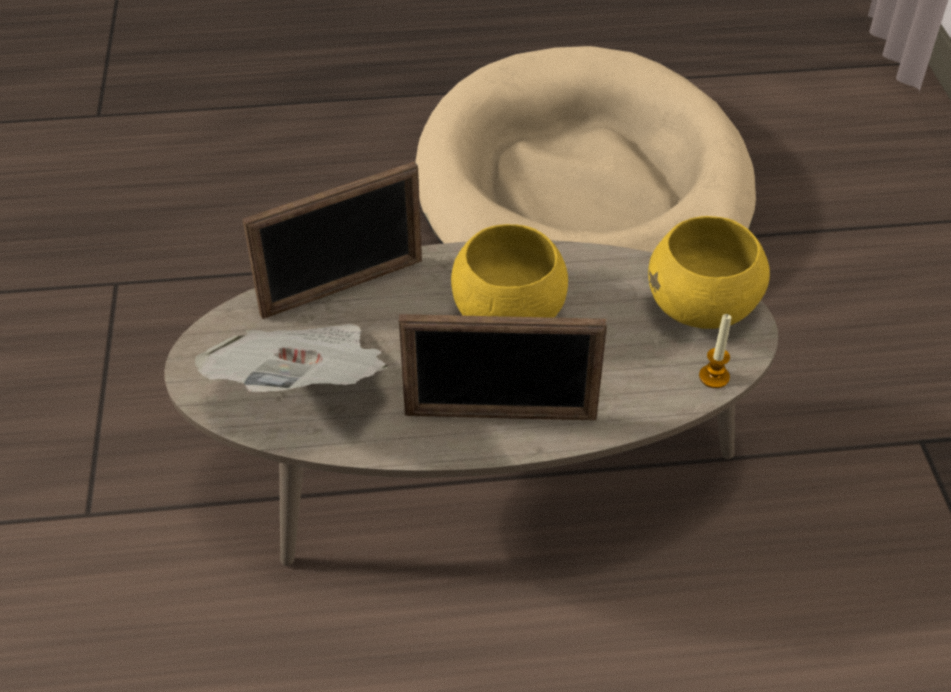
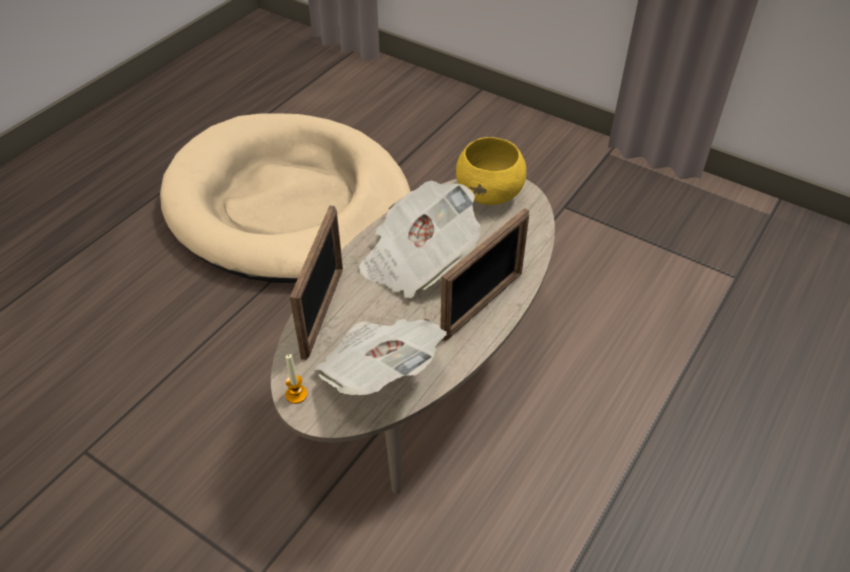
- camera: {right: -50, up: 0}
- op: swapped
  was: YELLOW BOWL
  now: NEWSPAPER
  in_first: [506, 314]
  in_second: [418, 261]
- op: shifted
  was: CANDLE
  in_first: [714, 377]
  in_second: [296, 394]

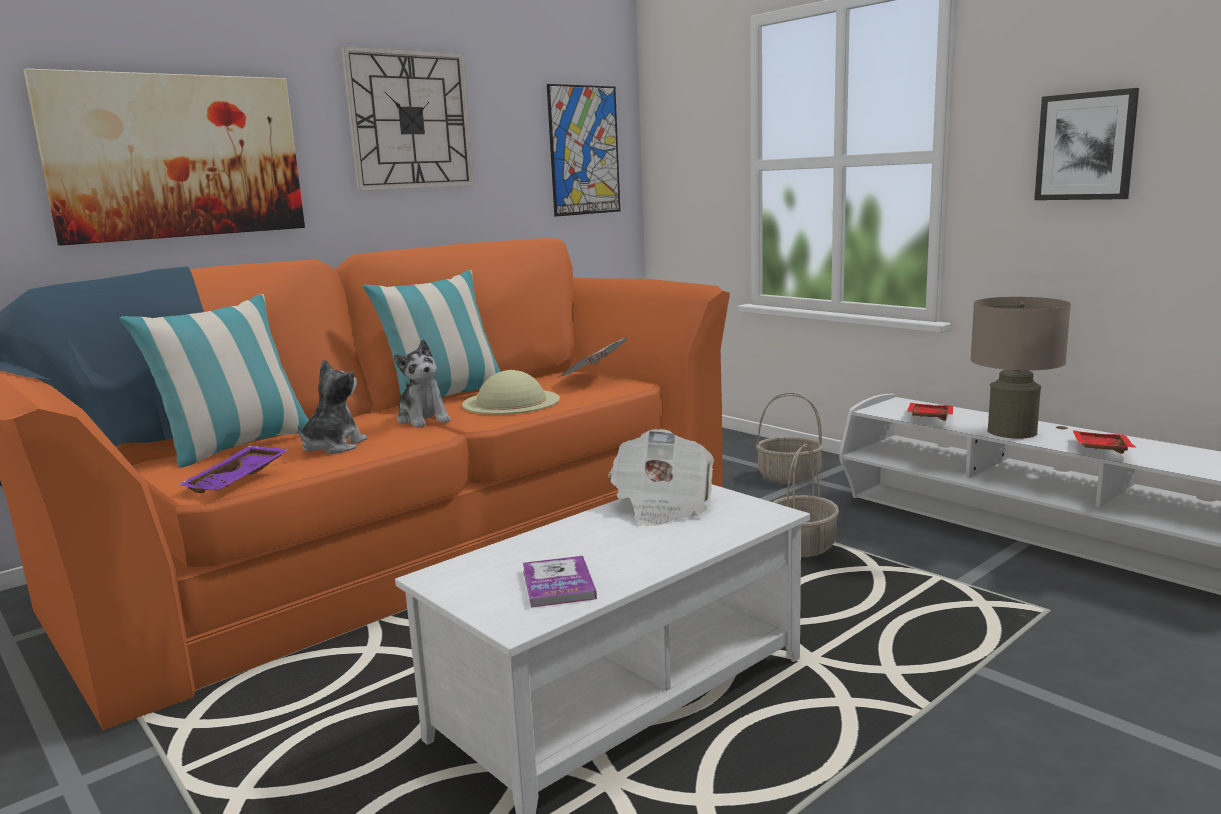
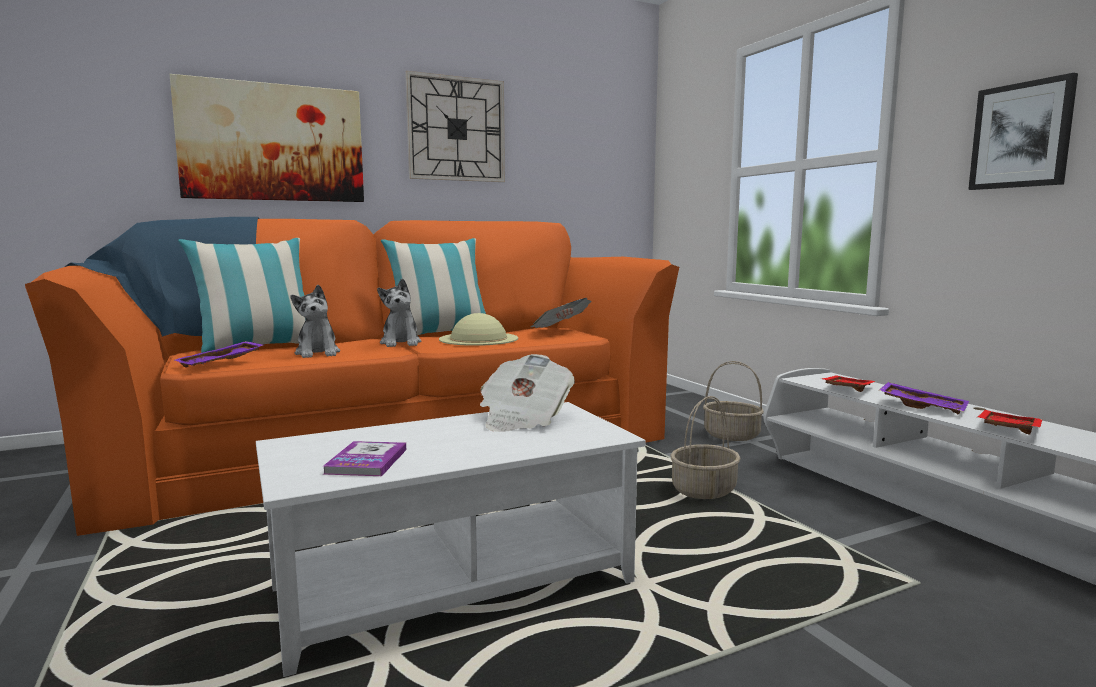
- camera: {right: 15, up: -5}
- op: gone
  was: PICTURE
  in_first: [584, 150]
- op: swapped
  was: BEIGE TABLE LAMP
  now: PURPLE TRAY
  in_first: [1012, 431]
  in_second: [922, 406]
- op: rotated
  was: PLUSH TOY
  in_first: [333, 447]
  in_second: [318, 353]
  clockwise: 120

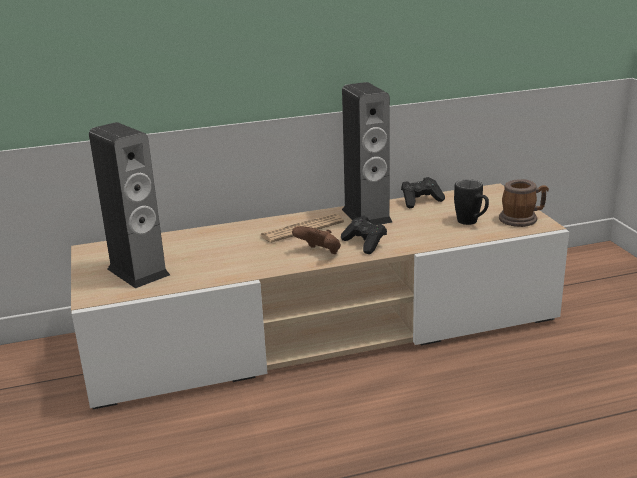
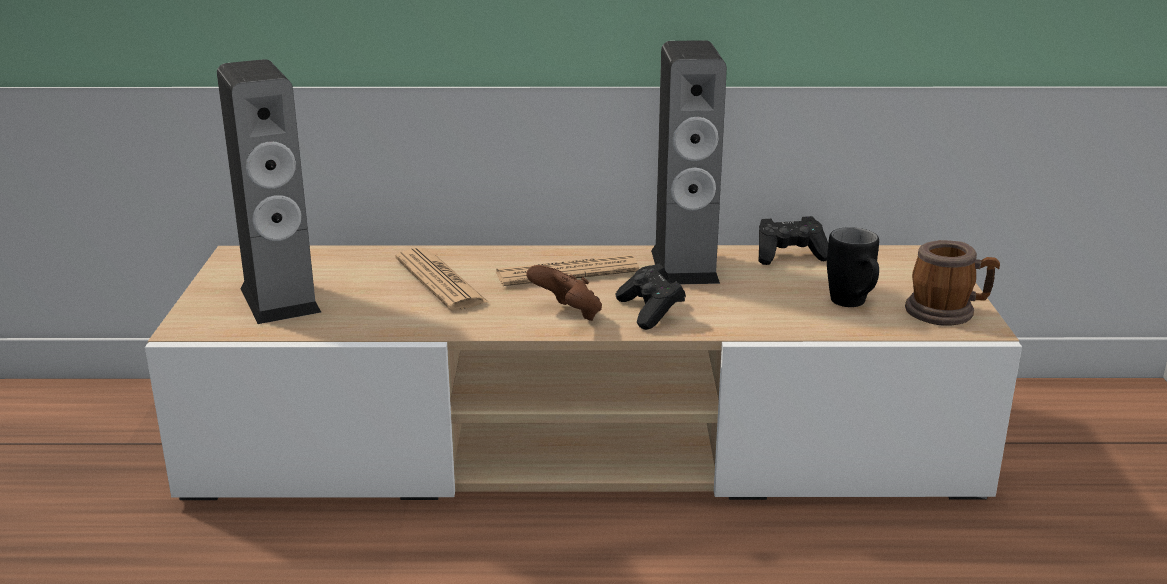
- camera: {right: 15, up: 0}
- op: new
  now: NEWSPAPER
  in_second: [440, 281]

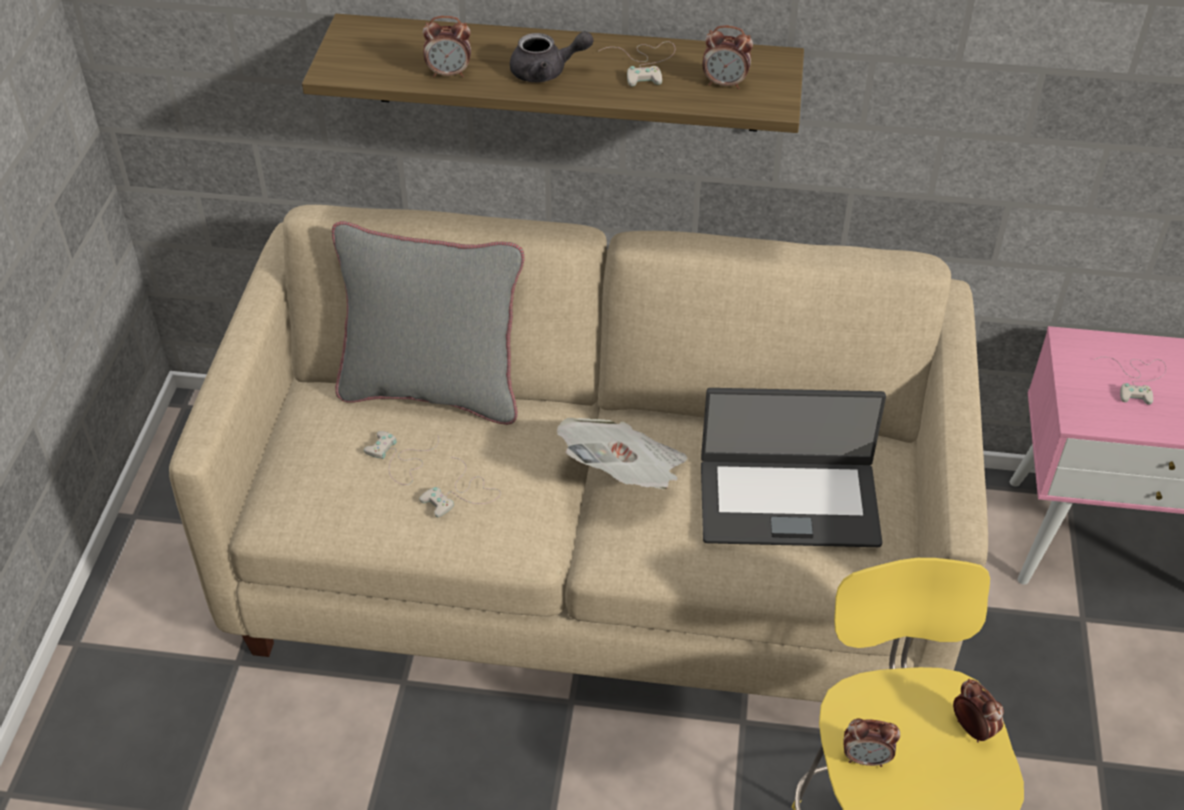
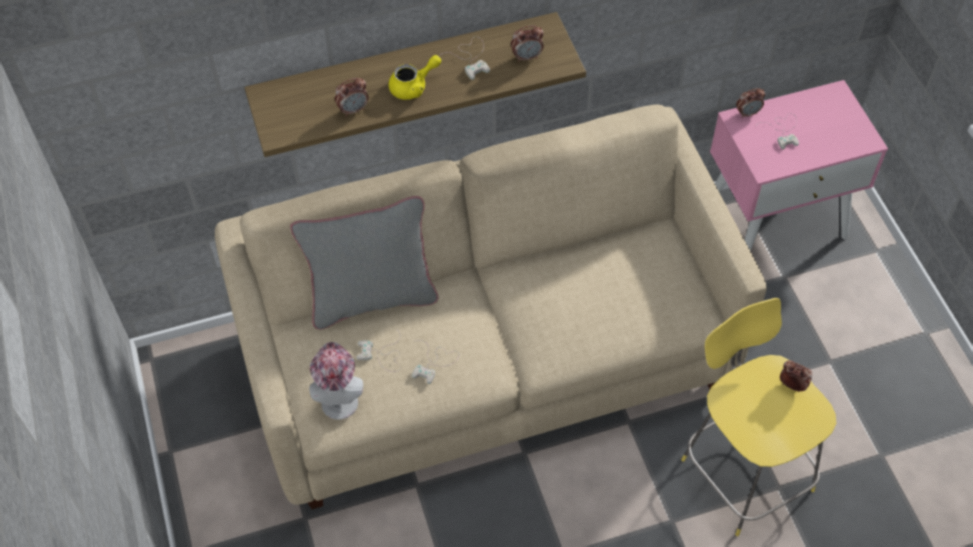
- camera: {right: -25, up: 10}
- op: repainted
  was: GREY TEAPOT
  now: YELLOW TEAPOT
  in_first: [546, 72]
  in_second: [413, 87]
- op: gone
  was: LAPTOP
  in_first: [788, 501]
- op: gone
  was: NEWSPAPER
  in_first: [625, 474]
- op: shifted
  was: ALARM CLOCK
  in_first: [866, 758]
  in_second: [747, 113]
- op: new
  now: HAT
  in_second: [339, 398]

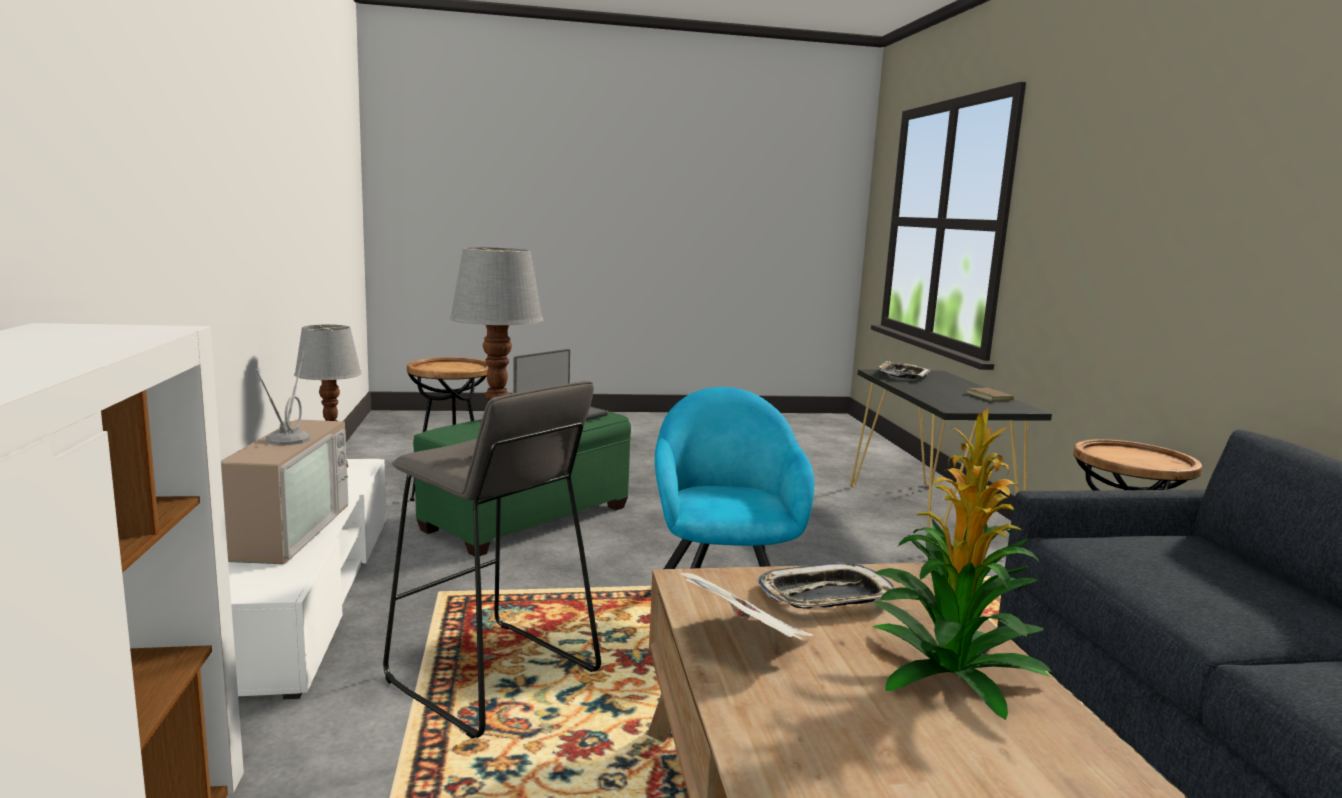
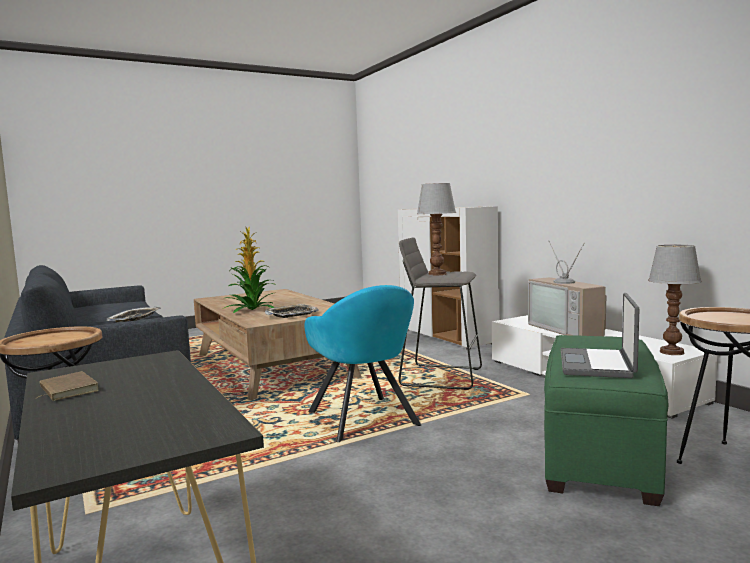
- camera: {right: 160, up: -5}
- op: shifted
  was: TRAY
  in_first: [902, 375]
  in_second: [135, 318]
- op: gone
  was: NEWSPAPER
  in_first: [746, 641]

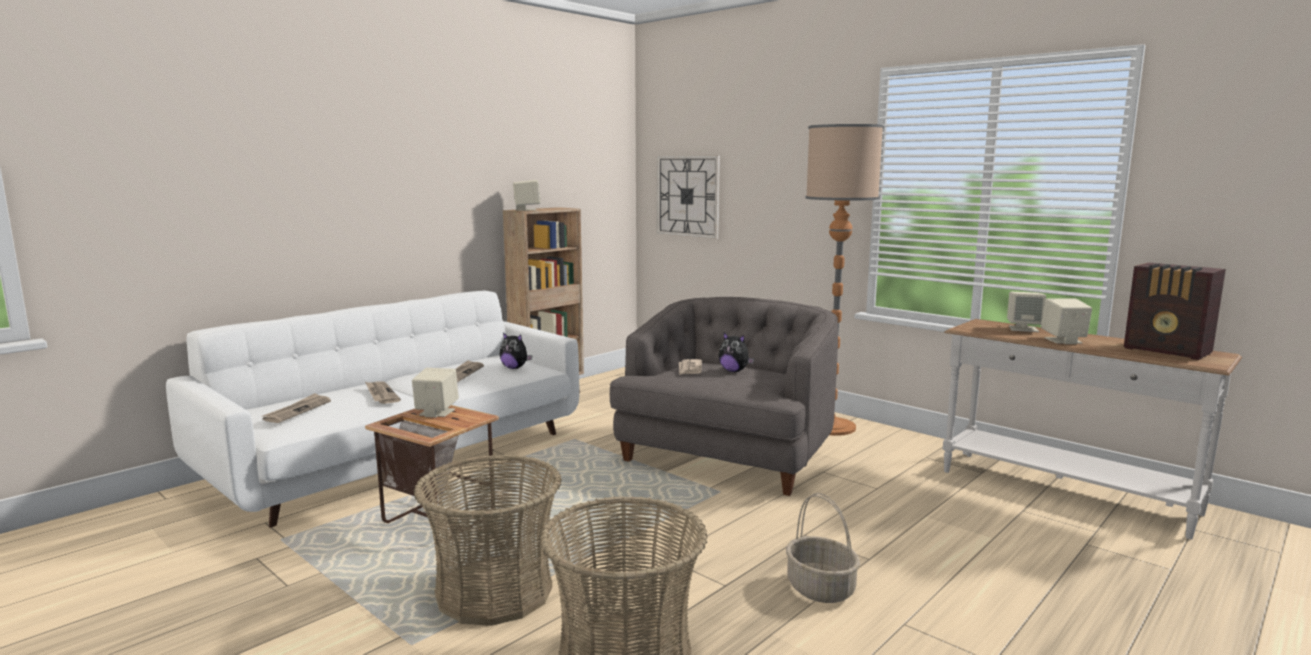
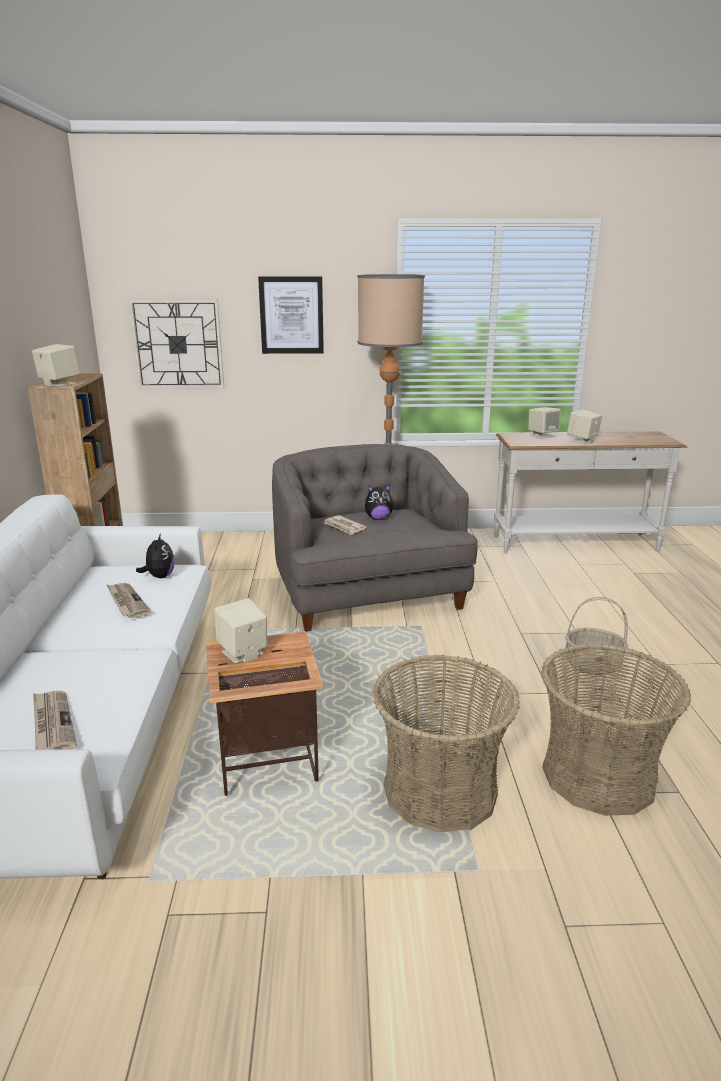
- camera: {right: -45, up: 10}
- op: gone
  was: RADIO
  in_first: [1168, 351]
- op: rotated
  was: PLUSH TOY
  in_first: [515, 368]
  in_second: [159, 576]
  clockwise: -75
- op: gone
  was: NEWSPAPER
  in_first: [381, 394]
- op: new
  now: PICTURE
  in_second: [291, 315]

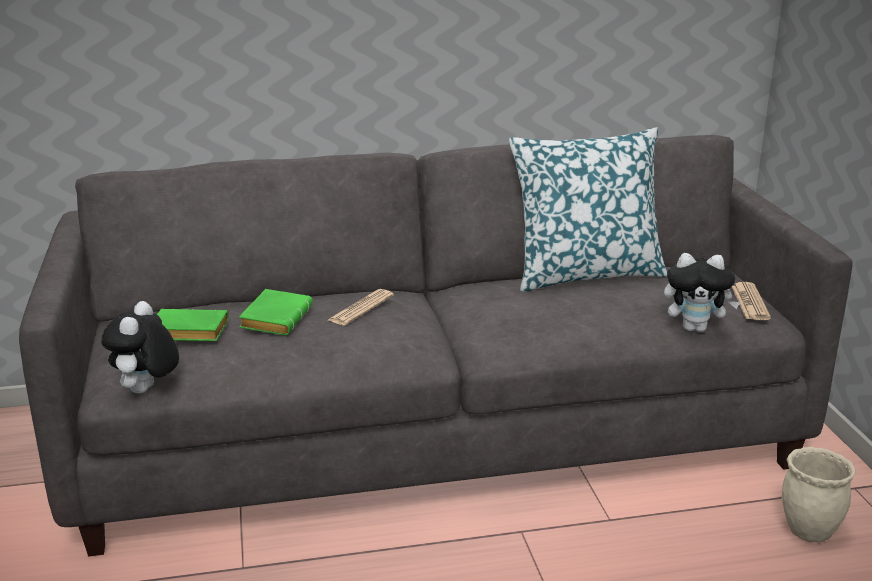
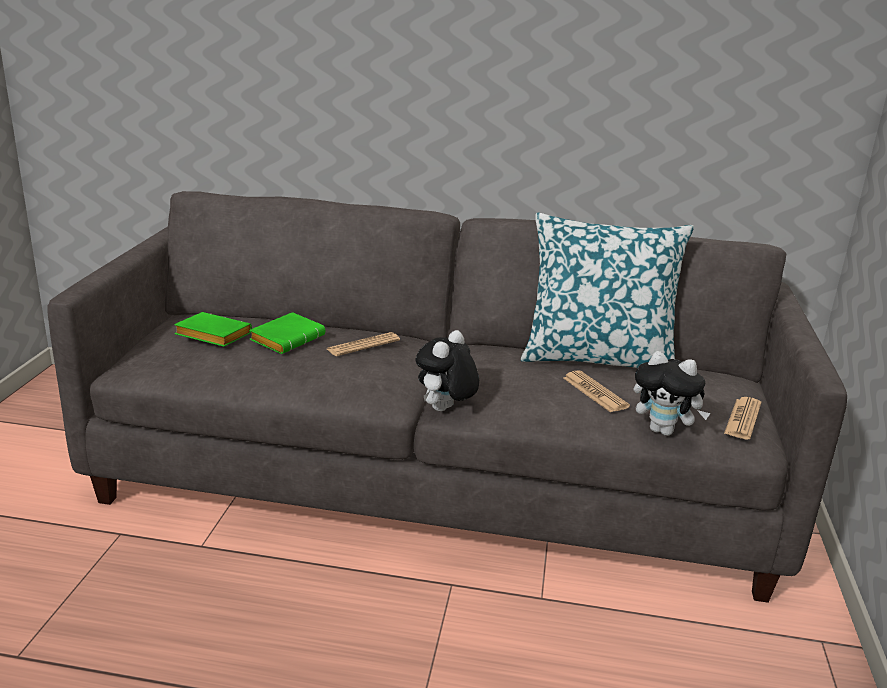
- camera: {right: 20, up: 0}
- op: shifted
  was: PLUSH TOY
  in_first: [146, 391]
  in_second: [445, 410]
- op: gone
  was: BEIGE PLANTER
  in_first: [810, 531]
- op: new
  now: NEWSPAPER
  in_second: [595, 392]

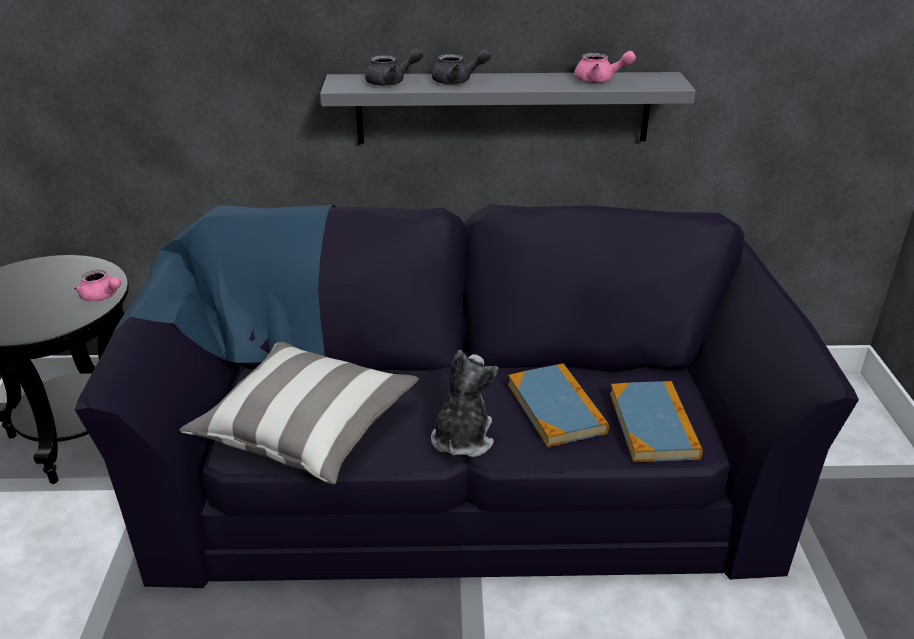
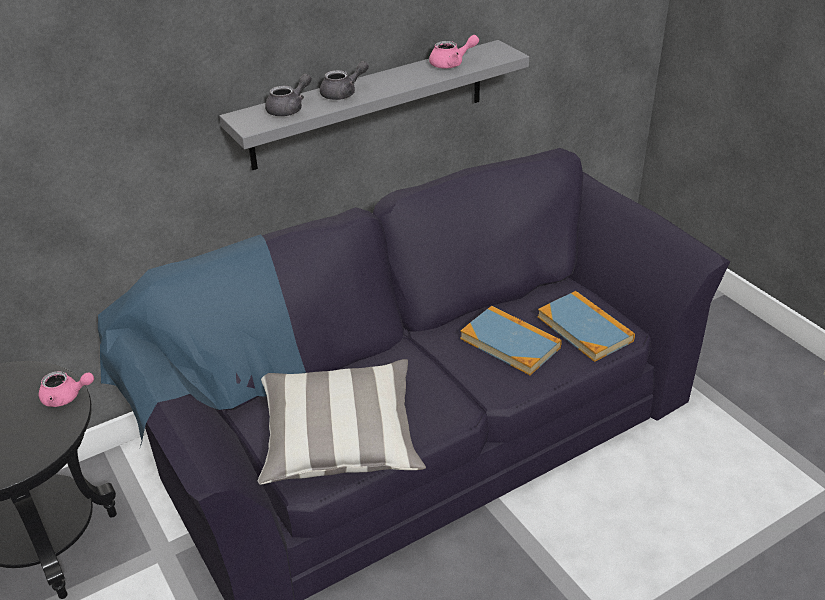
- camera: {right: -30, up: 5}
- op: gone
  was: PLUSH TOY
  in_first: [462, 438]

